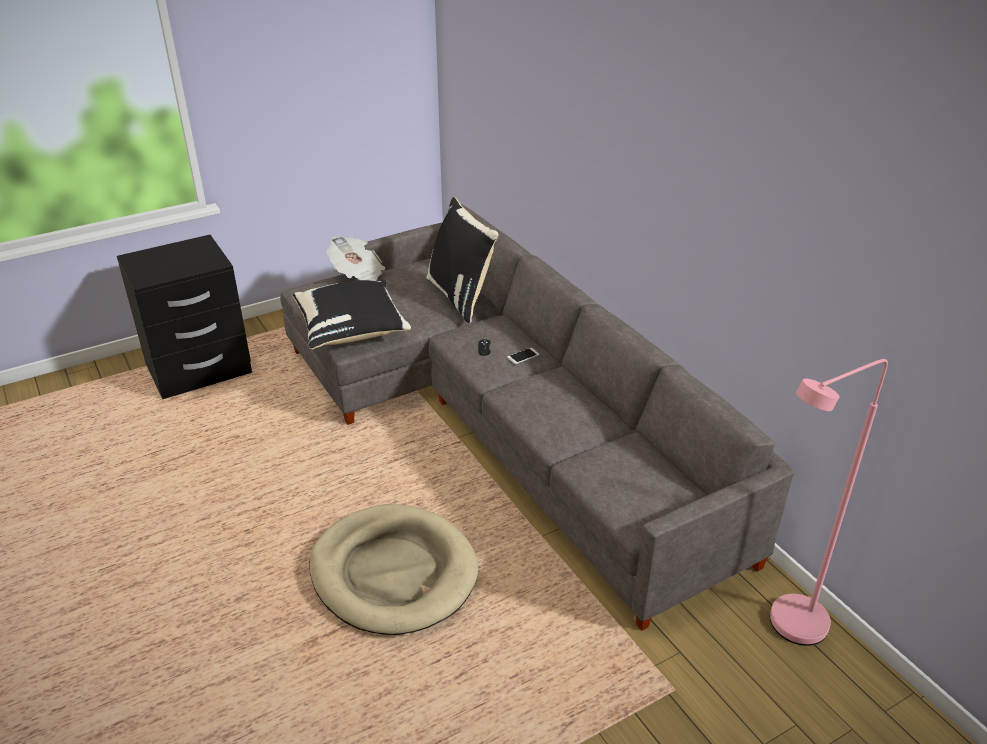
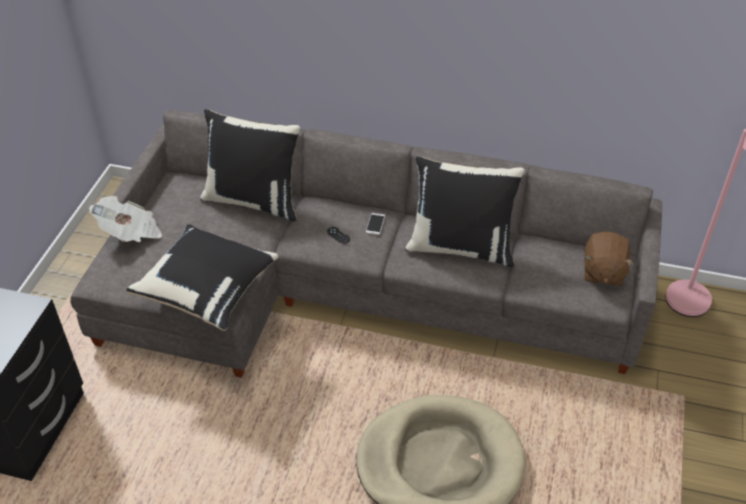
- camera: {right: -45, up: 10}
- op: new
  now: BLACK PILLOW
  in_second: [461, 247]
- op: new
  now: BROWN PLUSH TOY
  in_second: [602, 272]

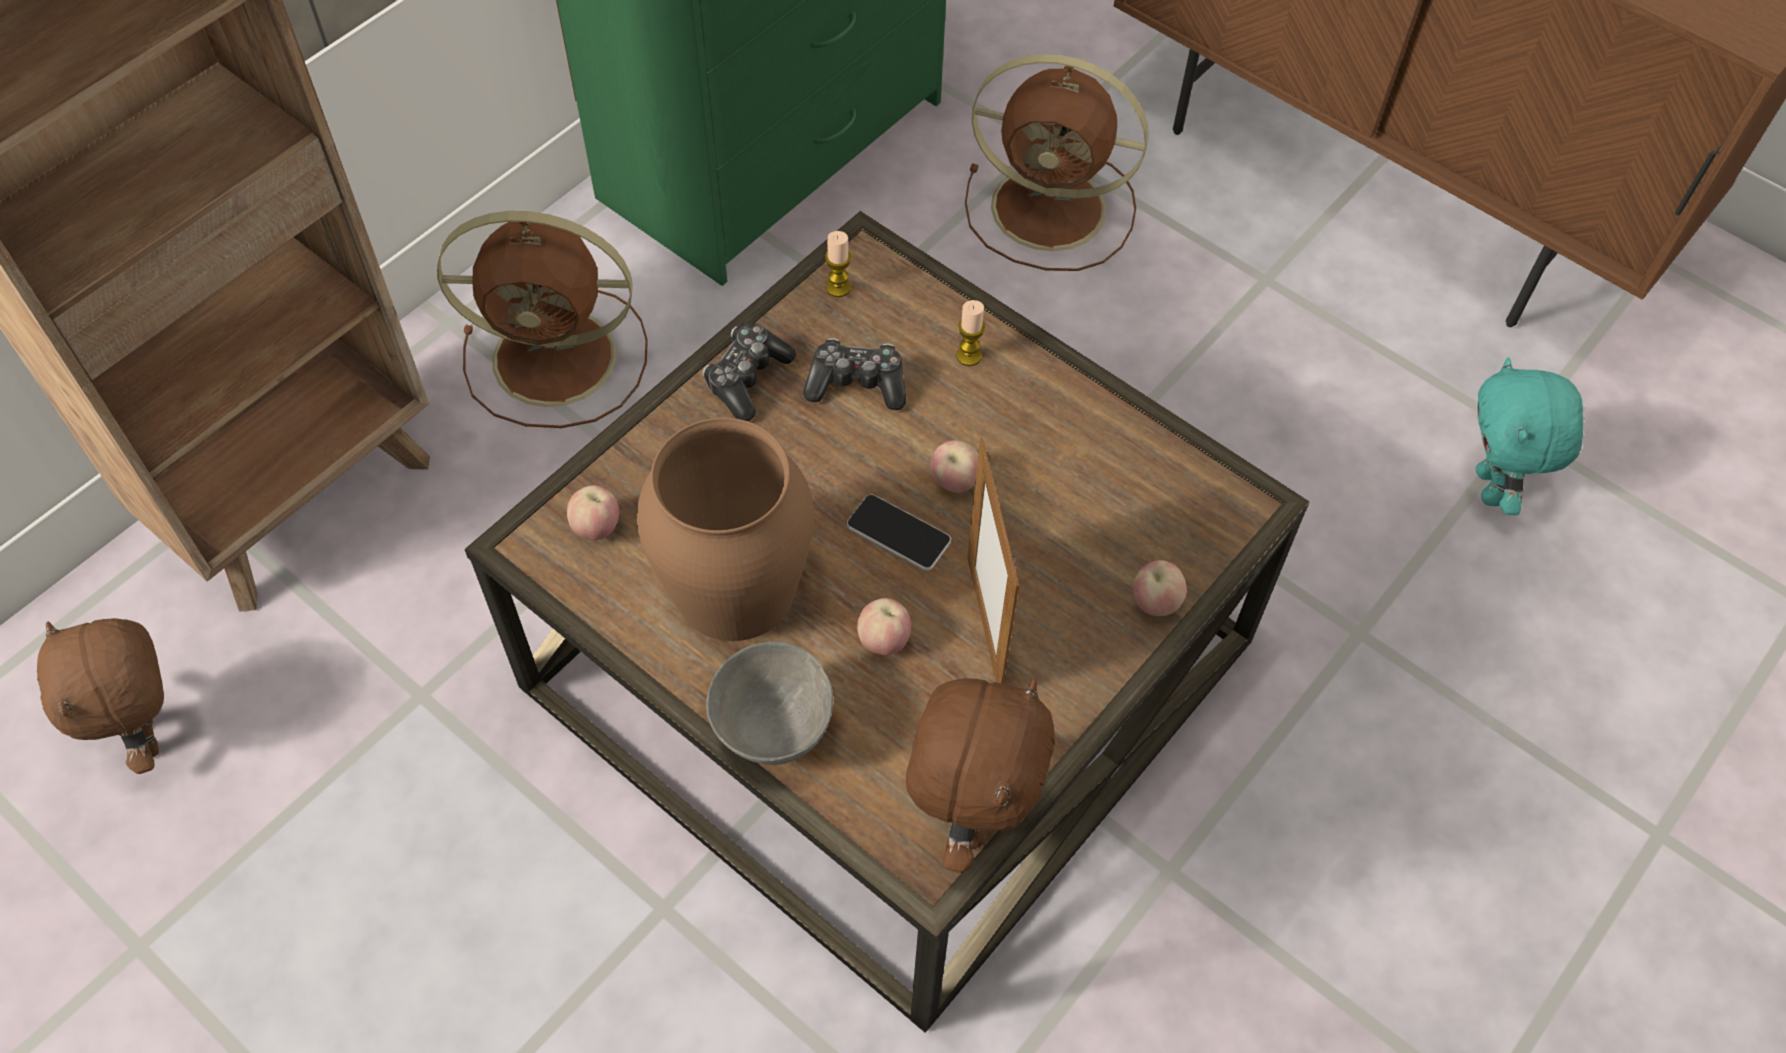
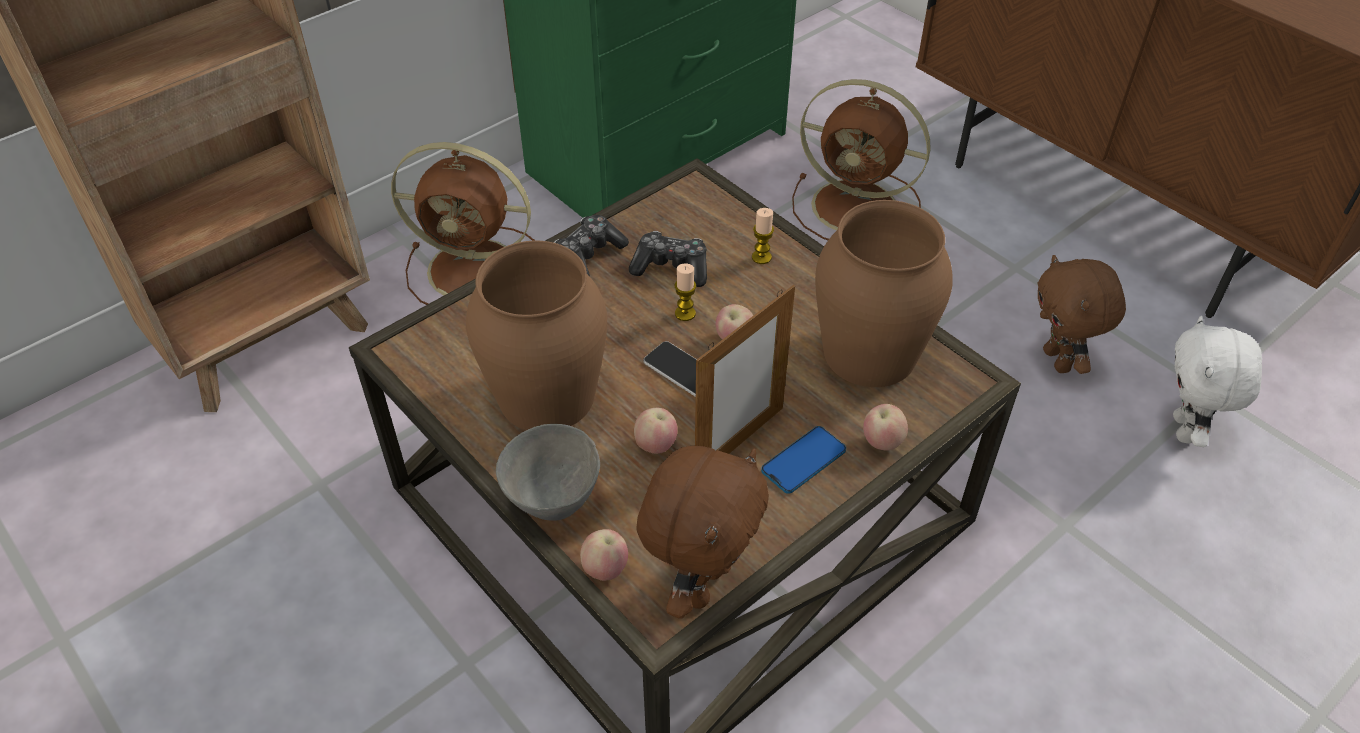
- camera: {right: 10, up: -10}
- op: shifted
  was: CANDLE
  in_first: [838, 287]
  in_second: [685, 313]
- op: repainted
  was: TURQUOISE PLUSH TOY
  now: WHITE PLUSH TOY
  in_first: [1491, 488]
  in_second: [1185, 430]
- op: rotated
  was: PICTURE FRAME
  in_first: [984, 625]
  in_second: [739, 443]
  clockwise: -135
- op: shifted
  was: APPLE
  in_first: [597, 528]
  in_second: [605, 569]
- op: shifted
  was: BROWN PLUSH TOY
  in_first: [151, 736]
  in_second: [1058, 361]
- op: new
  now: BROWN VASE
  in_second: [869, 353]
- op: new
  now: PHONE
  in_second: [803, 461]

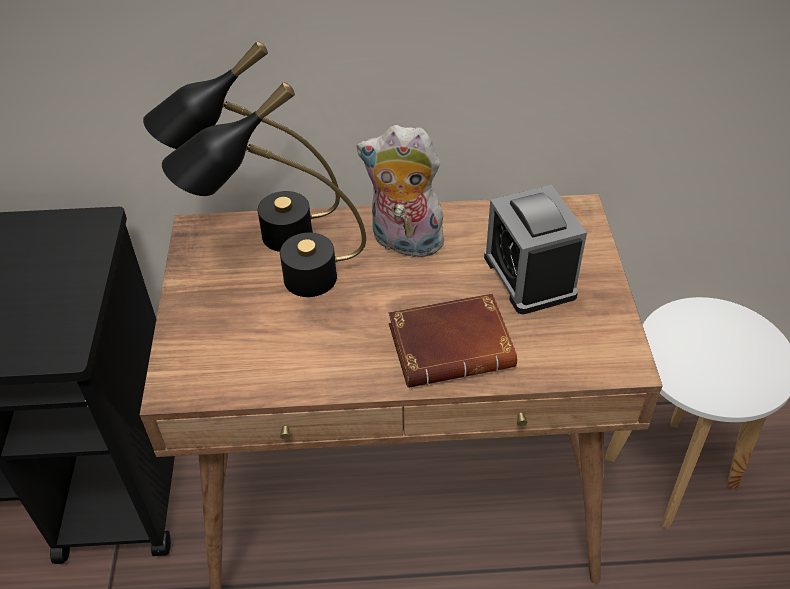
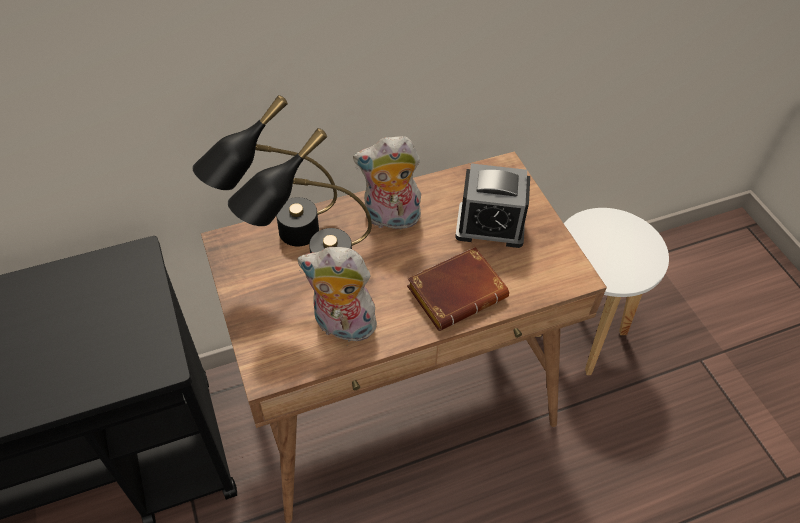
- camera: {right: -20, up: 5}
- op: rotated
  was: ALARM CLOCK
  in_first: [529, 276]
  in_second: [490, 226]
  clockwise: -45
- op: new
  now: PLUSH TOY
  in_second: [342, 327]

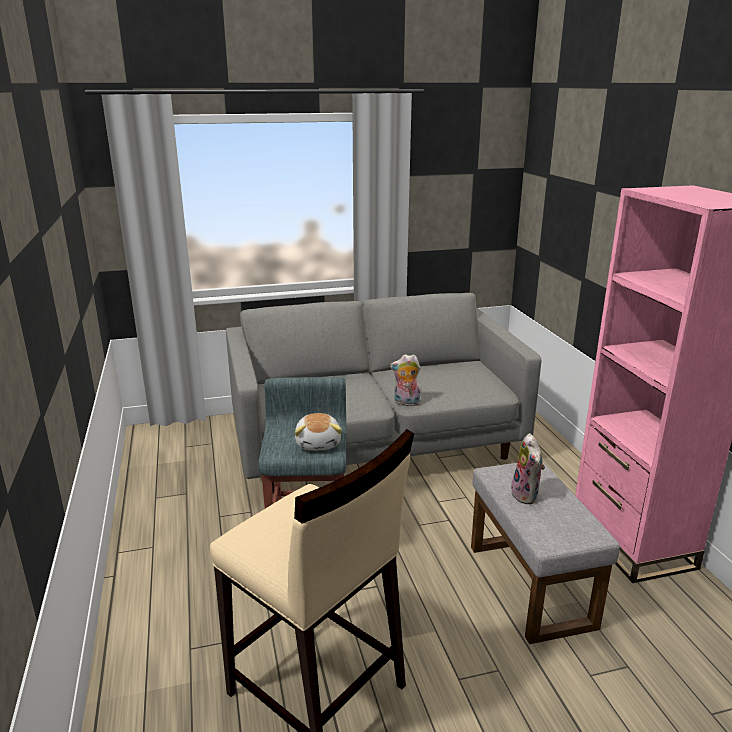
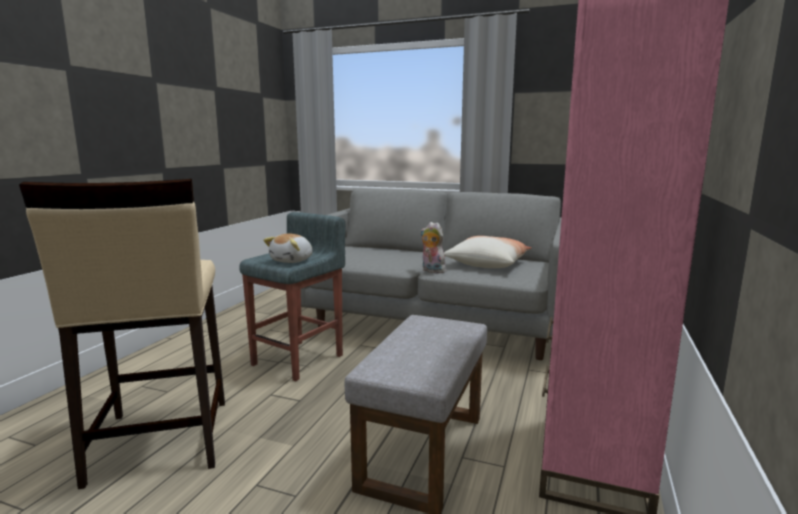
- camera: {right: 35, up: -10}
- op: gone
  was: PLUSH TOY
  in_first: [527, 495]
- op: new
  now: PILLOW
  in_second: [487, 264]

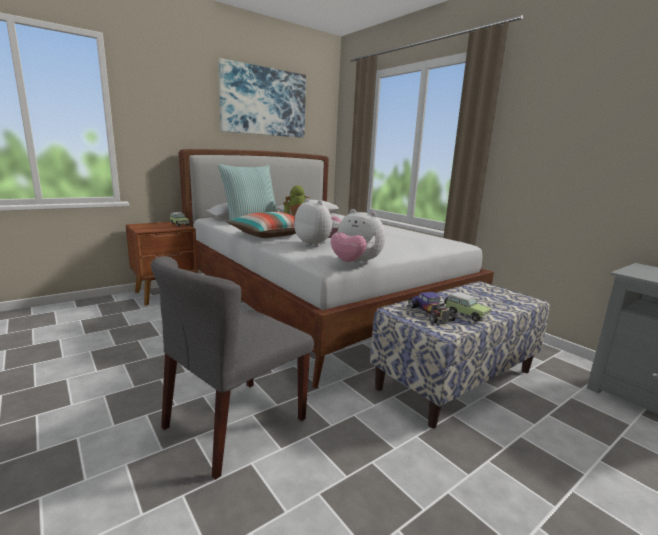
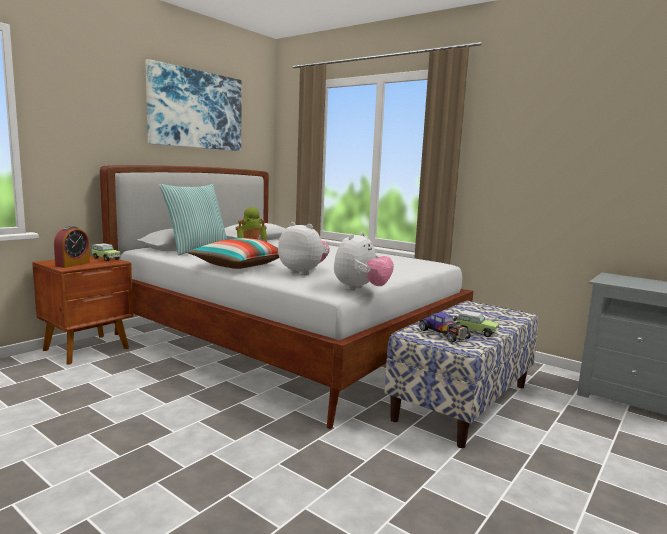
- camera: {right: -15, up: -5}
- op: rotated
  was: PLUSH TOY
  in_first: [355, 264]
  in_second: [361, 289]
  clockwise: -75
- op: gone
  was: GREY CHAIR
  in_first: [235, 424]
- op: new
  now: ALARM CLOCK
  in_second: [73, 264]

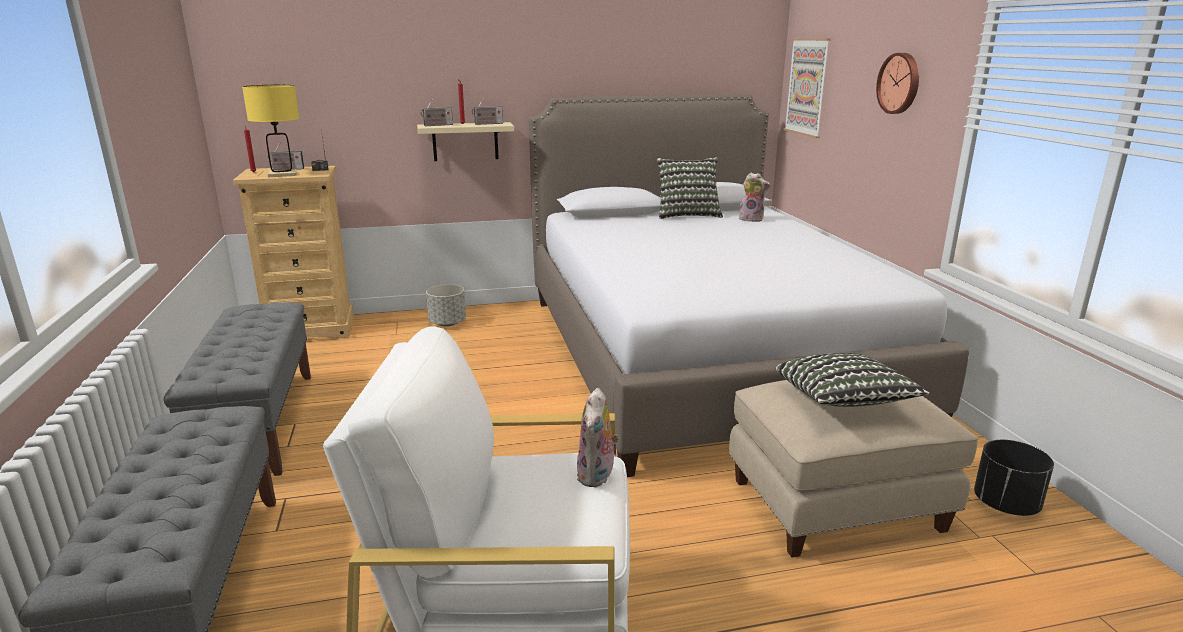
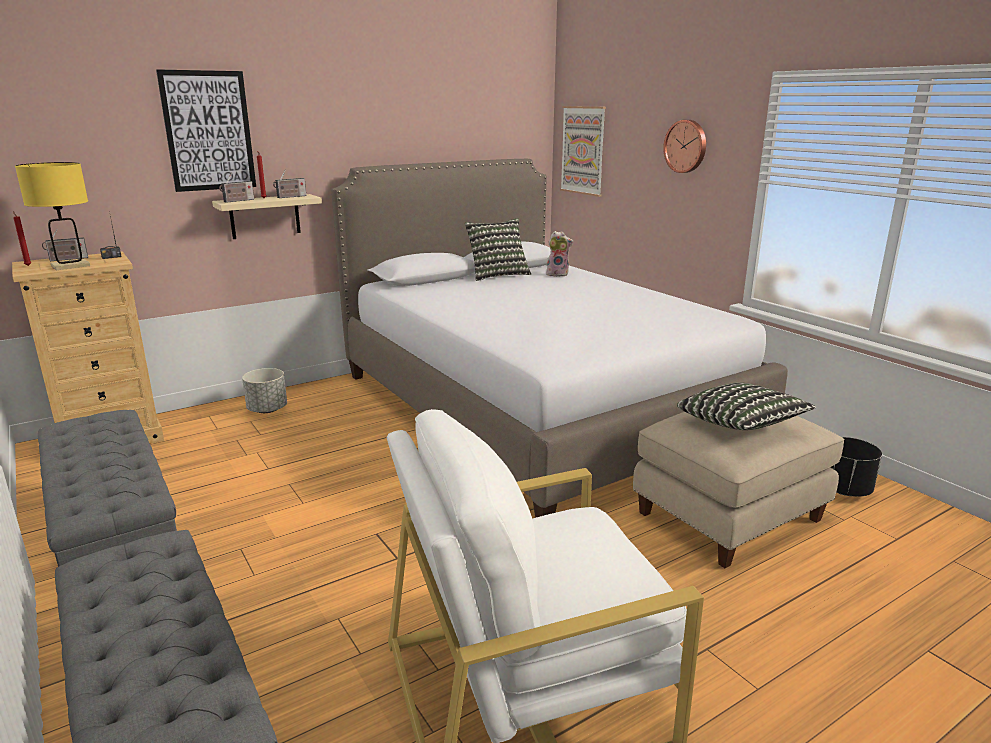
- camera: {right: -20, up: 0}
- op: gone
  was: PLUSH TOY
  in_first: [597, 476]
- op: new
  now: PICTURE
  in_second: [208, 131]

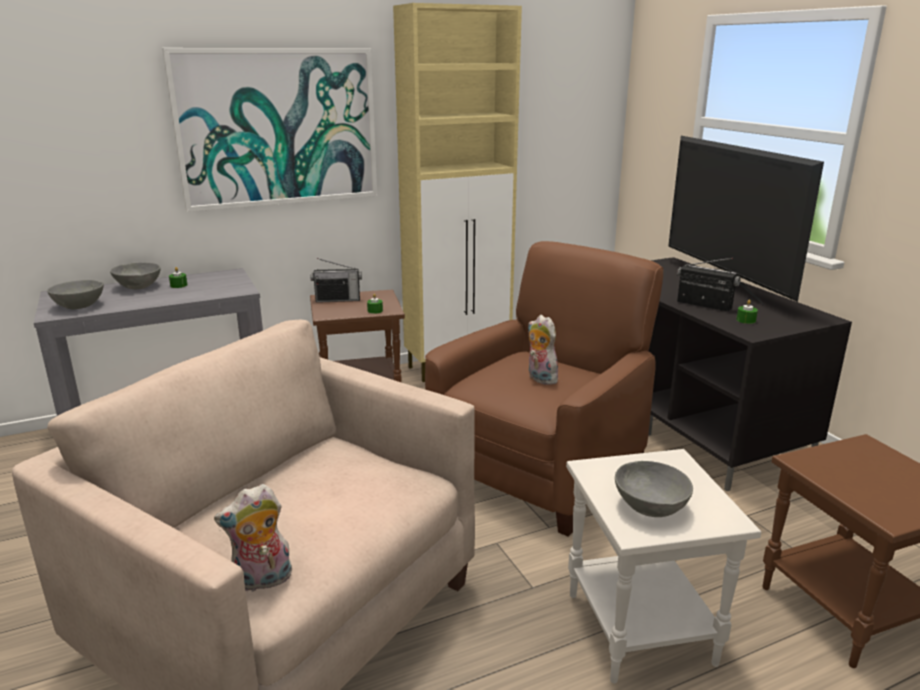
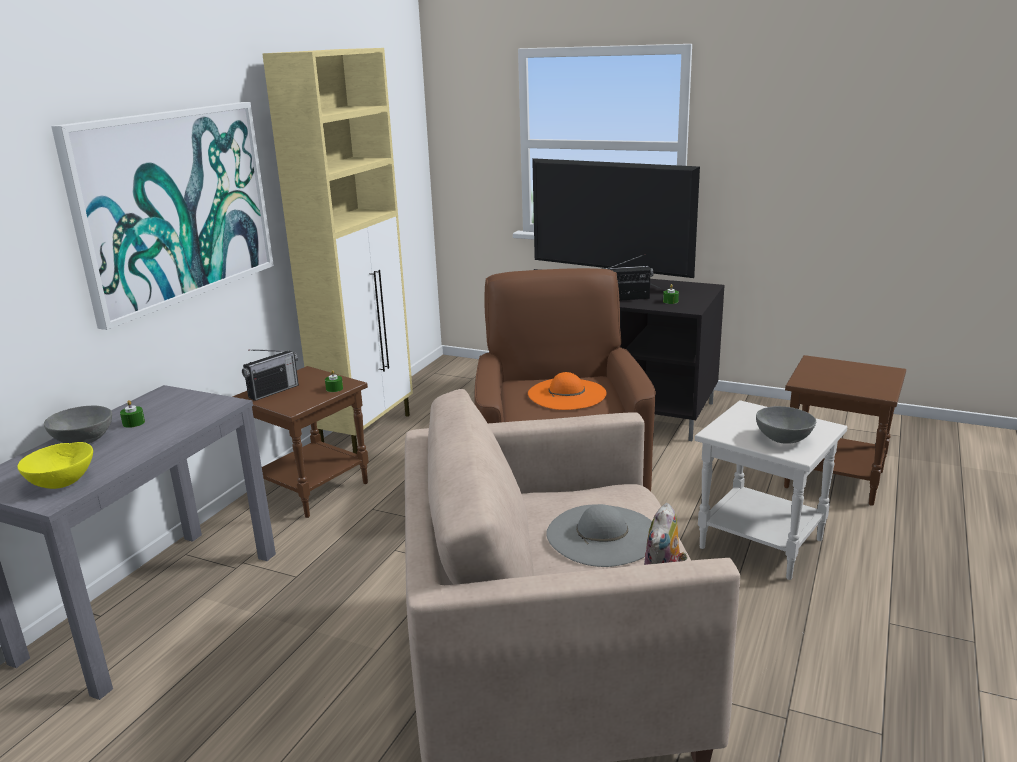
- camera: {right: -40, up: 0}
- op: repainted
  was: GREY BOWL
  now: YELLOW BOWL
  in_first: [79, 306]
  in_second: [62, 481]
- op: swapped
  was: PLUSH TOY
  now: ORANGE HAT
  in_first: [539, 378]
  in_second: [566, 394]
- op: new
  now: GREY HAT
  in_second: [602, 535]

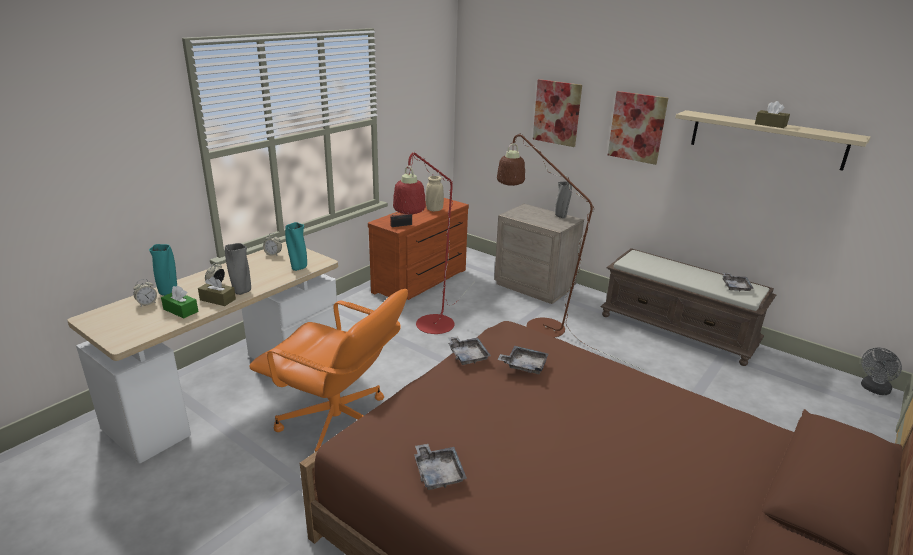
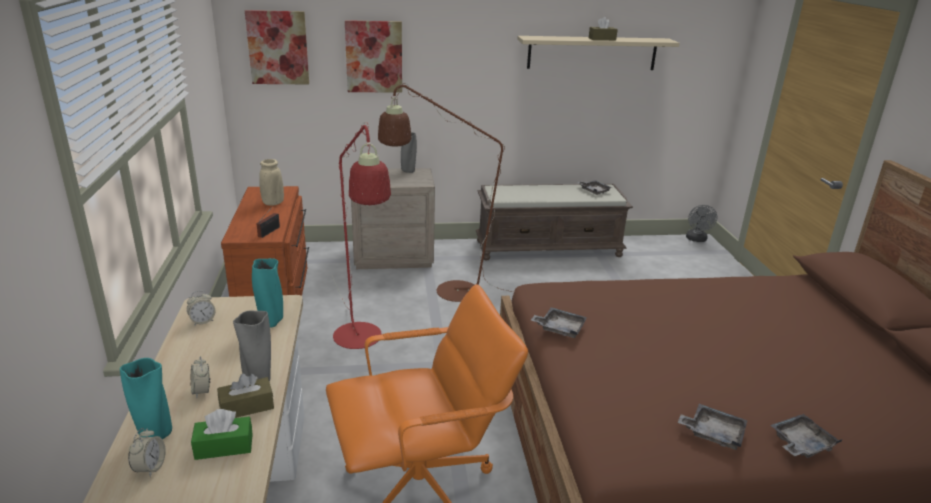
- camera: {right: -45, up: 0}
- op: shifted
  was: PICTURE
  in_first: [637, 127]
  in_second: [278, 47]
- op: shifted
  was: GREY TRAY
  in_first: [524, 365]
  in_second: [800, 444]

